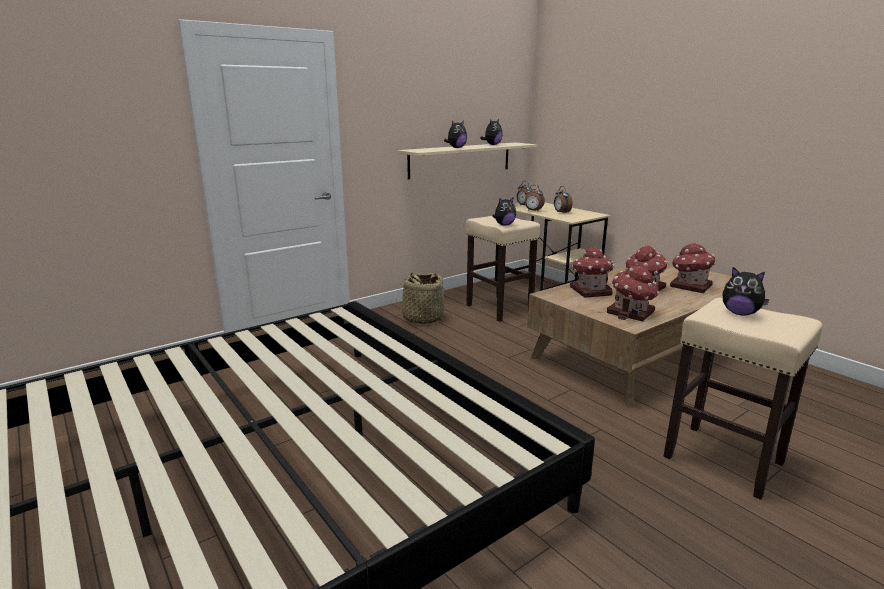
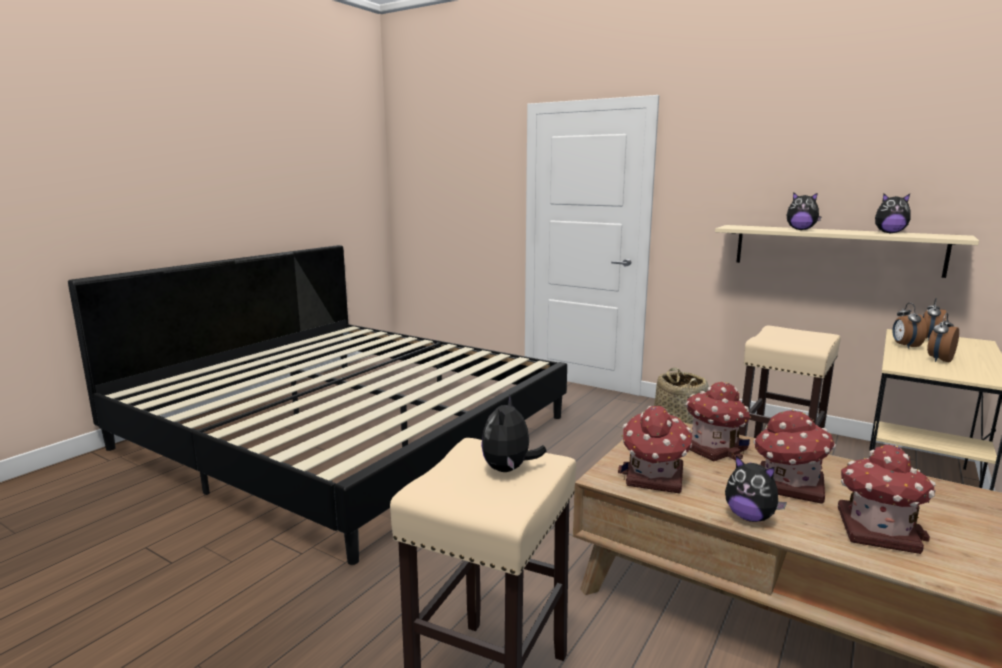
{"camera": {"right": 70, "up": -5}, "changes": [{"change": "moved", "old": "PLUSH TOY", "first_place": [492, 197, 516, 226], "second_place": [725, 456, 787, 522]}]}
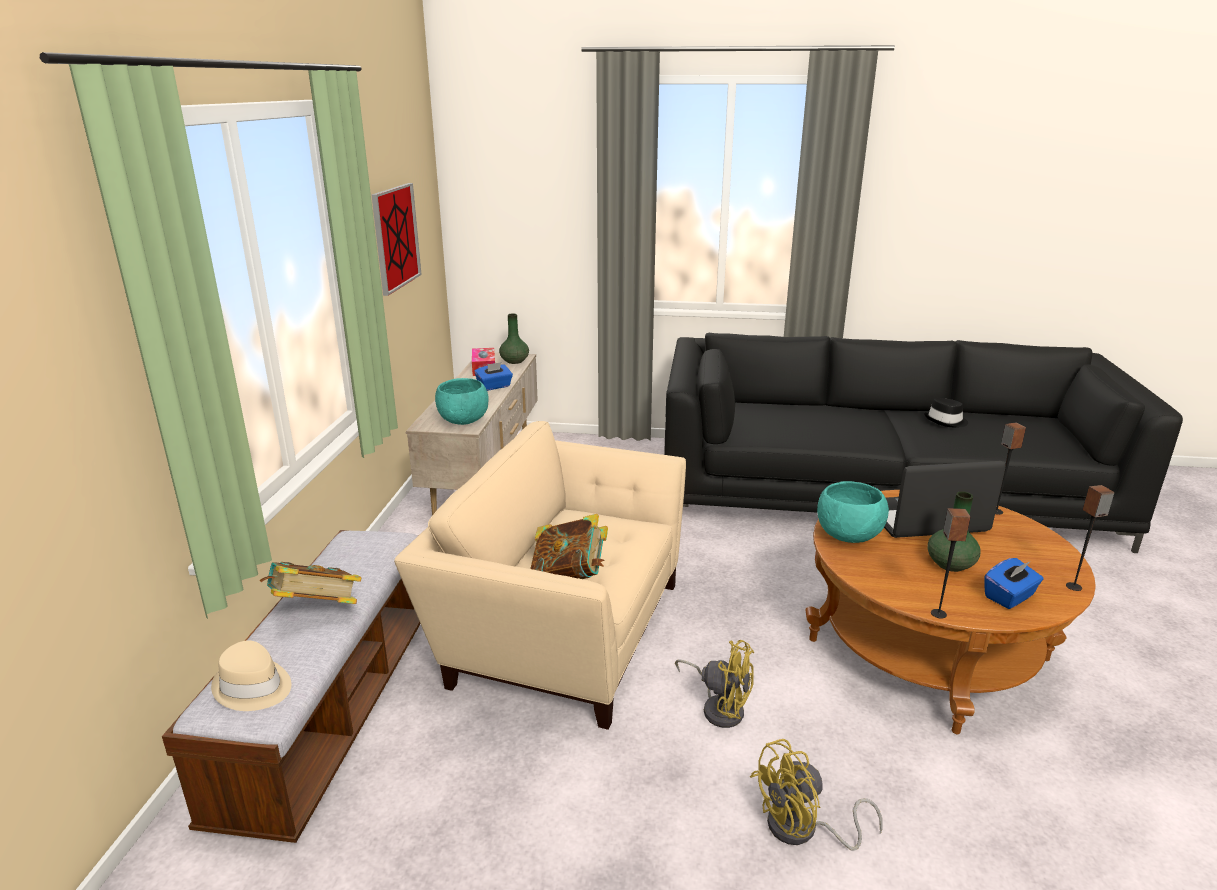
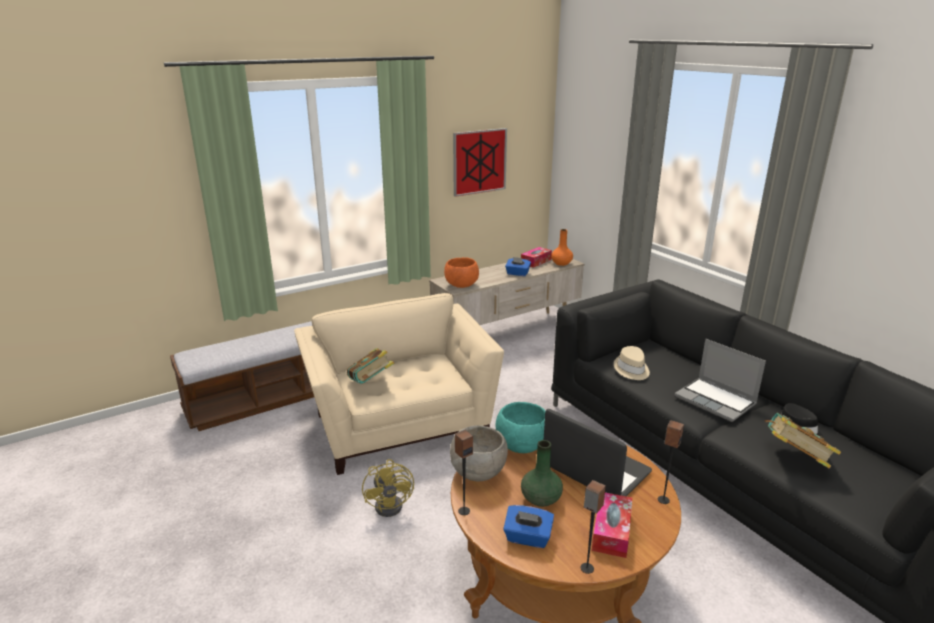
{"camera": {"right": 50, "up": 0}, "changes": [{"change": "recoloured", "old": "BLUE-GREEN SERVING BOWL", "new": "ORANGE-COLOURED SERVING BOWL", "first_place": [435, 378, 489, 425], "second_place": [444, 257, 479, 288]}, {"change": "added", "new": "GREY SERVING BOWL", "second_place": [450, 425, 508, 482]}, {"change": "recoloured", "old": "GREEN-COLOURED VASE", "new": "ORANGE-COLOURED VASE", "first_place": [499, 314, 529, 364], "second_place": [551, 229, 573, 266]}, {"change": "added", "new": "BOX OF TISSUES", "second_place": [592, 492, 633, 558]}, {"change": "moved", "old": "BEIGE CLOTHING HAT", "first_place": [211, 640, 291, 711], "second_place": [614, 346, 650, 380]}, {"change": "added", "new": "LAPTOP", "second_place": [675, 339, 766, 422]}, {"change": "moved", "old": "VOLUME", "first_place": [260, 562, 362, 604], "second_place": [765, 413, 841, 468]}, {"change": "removed", "old": "YELLOW ELECTRIC FAN", "first_place": [750, 739, 883, 851]}]}
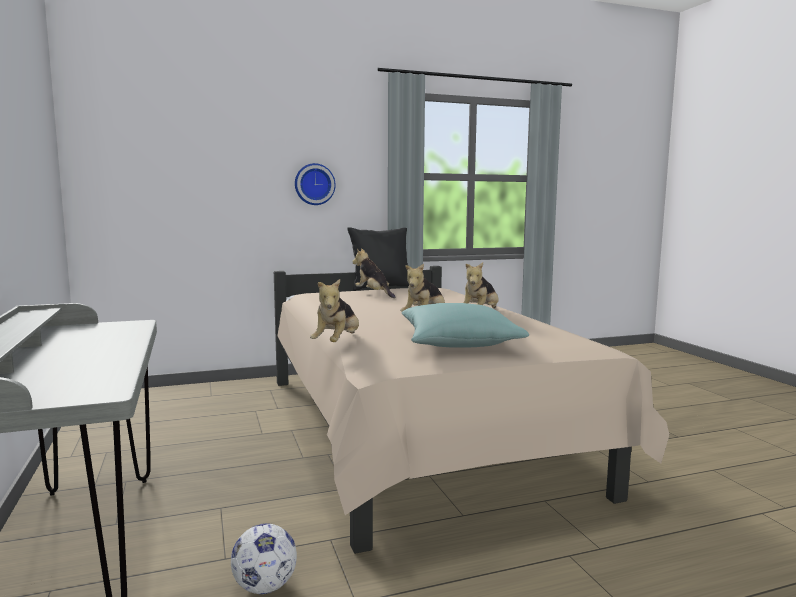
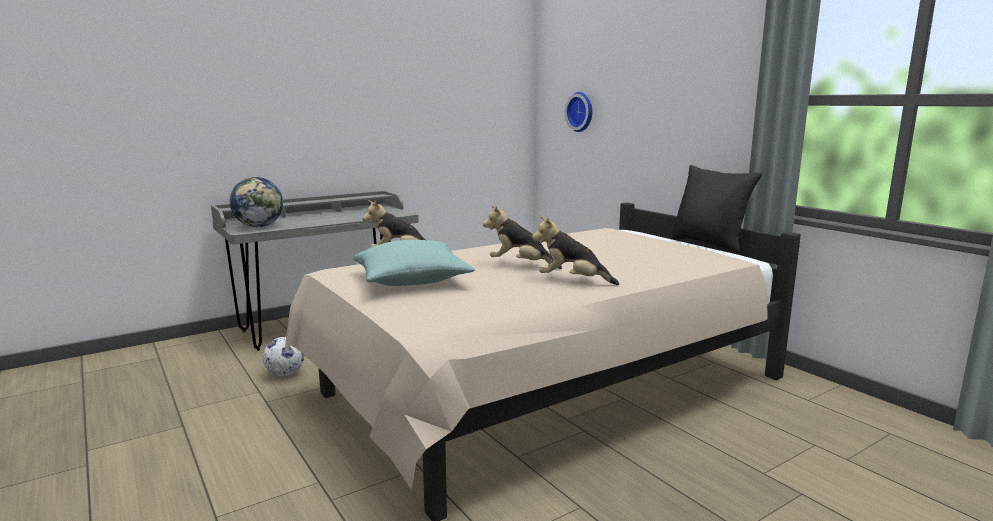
{"camera": {"right": 75, "up": 5}, "changes": [{"change": "added", "new": "WORLD GLOBE", "second_place": [230, 177, 283, 227]}, {"change": "moved", "old": "WALL CLOCK", "first_place": [295, 163, 336, 205], "second_place": [565, 92, 593, 132]}, {"change": "removed", "old": "PLUSH TOY", "first_place": [352, 248, 395, 298]}]}
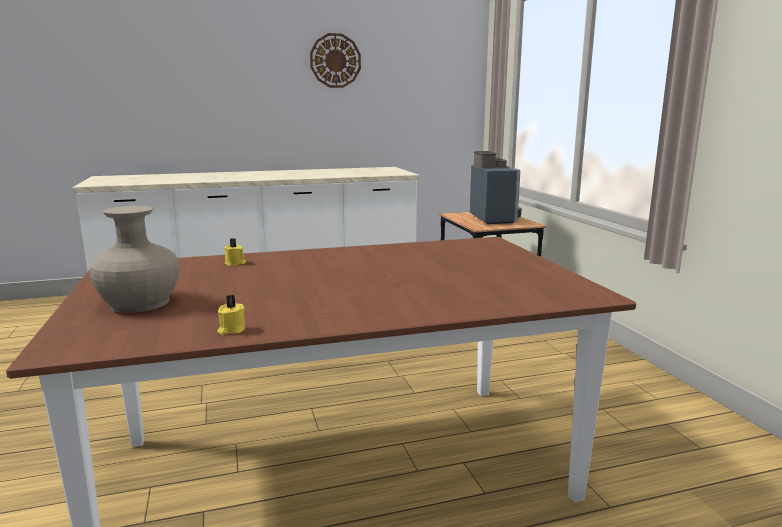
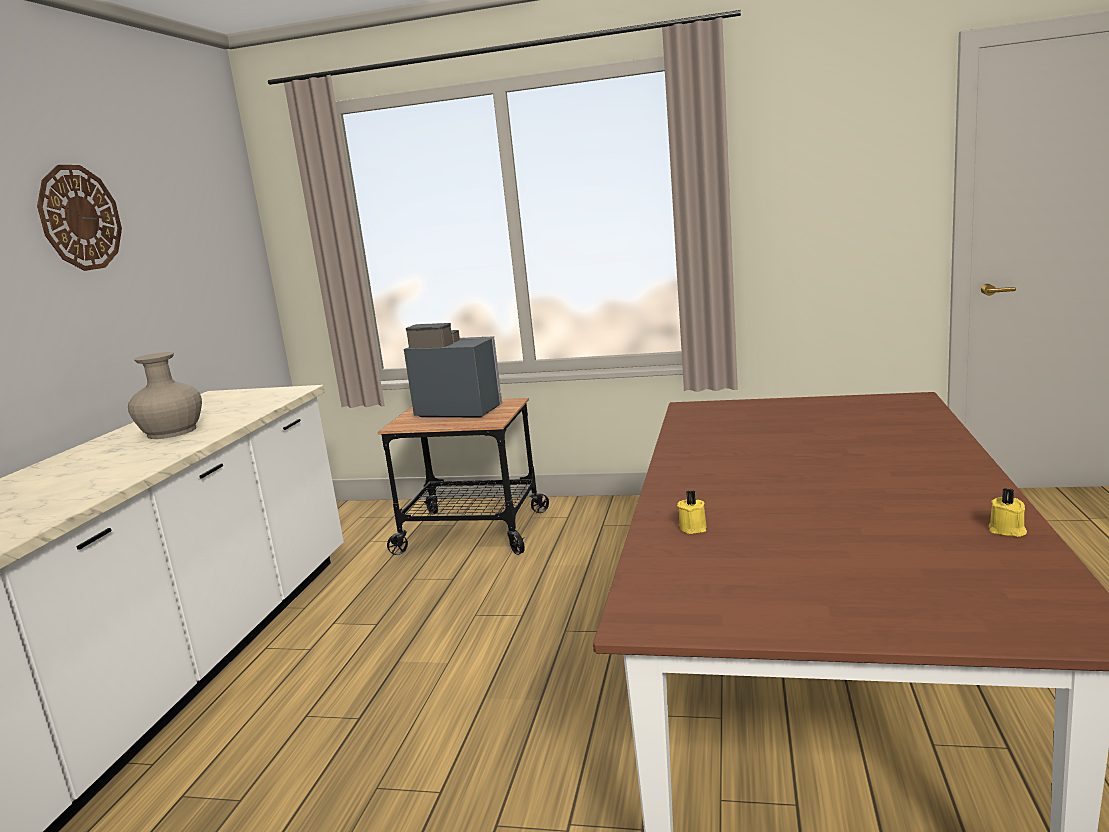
{"camera": {"right": -60, "up": 0}, "changes": [{"change": "moved", "old": "BEIGE VASE", "first_place": [90, 206, 180, 313], "second_place": [128, 352, 202, 439]}]}
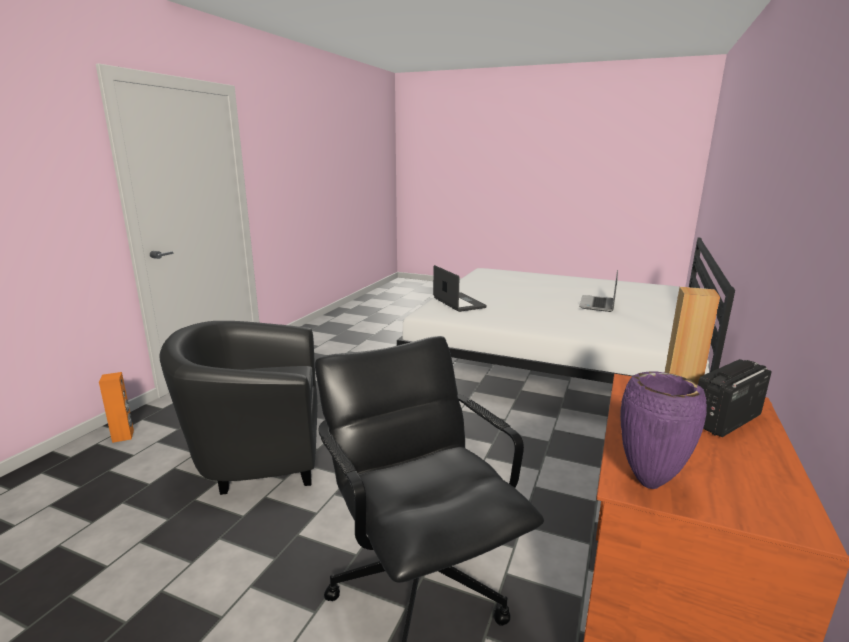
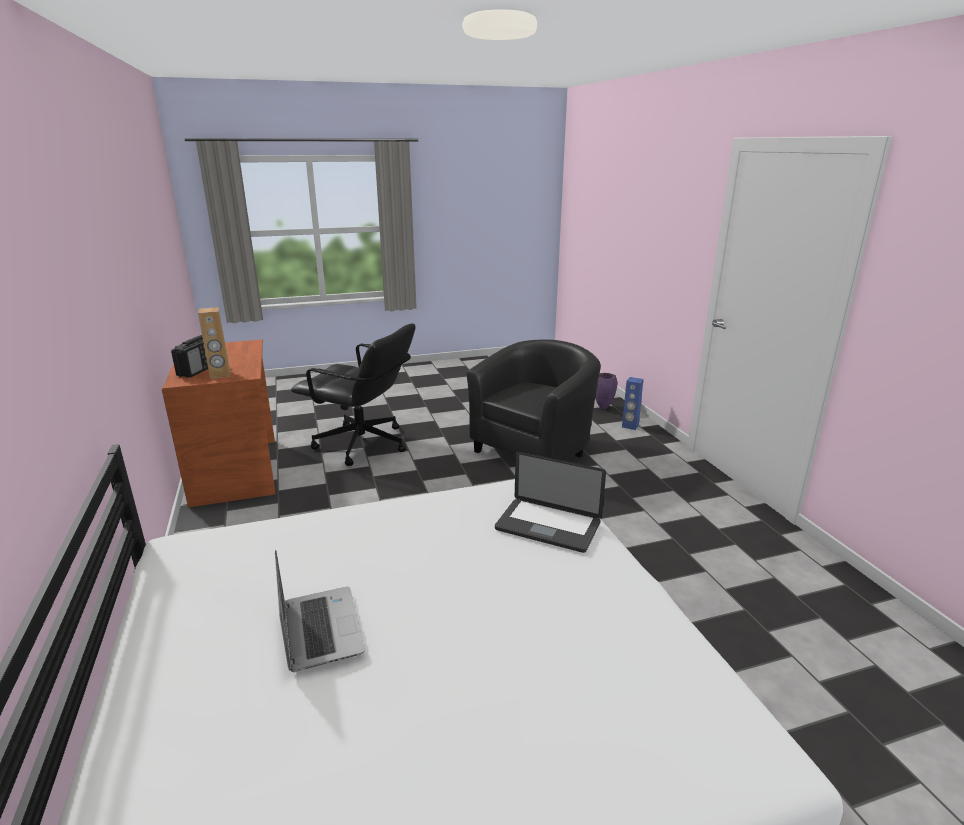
{"camera": {"right": 140, "up": 5}, "changes": [{"change": "moved", "old": "PURPLISH VASE", "first_place": [620, 372, 707, 489], "second_place": [595, 373, 617, 409]}, {"change": "recoloured", "old": "ORANGE-COLOURED SPEAKER", "new": "BLUE-COLOURED SPEAKER", "first_place": [99, 372, 134, 443], "second_place": [622, 377, 643, 430]}]}
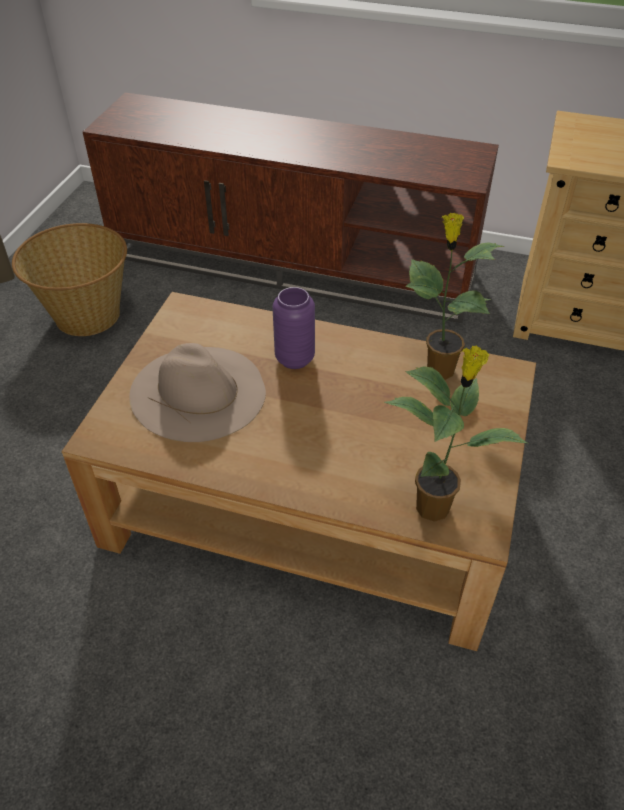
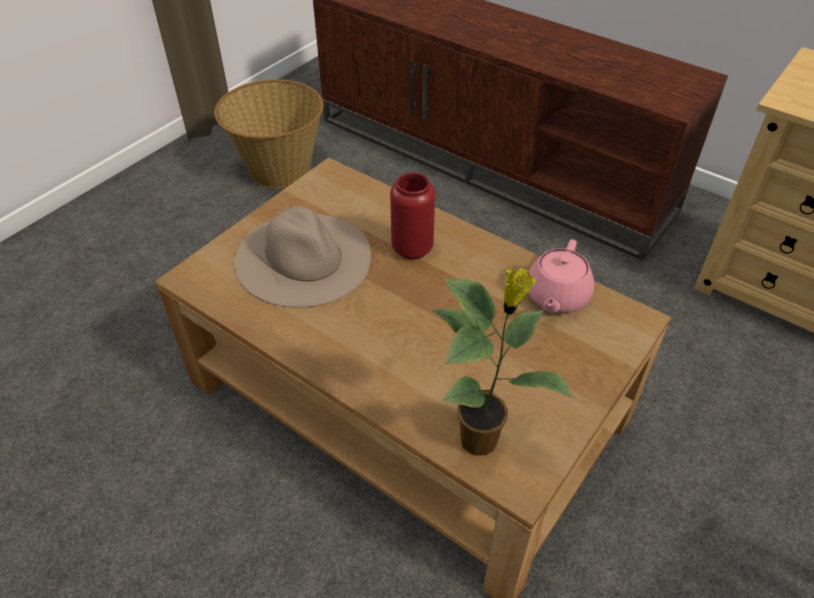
{"camera": {"right": 20, "up": 0}, "changes": [{"change": "recoloured", "old": "PURPLISH VASE", "new": "RED VASE", "first_place": [272, 287, 315, 369], "second_place": [390, 173, 435, 260]}, {"change": "replaced", "old": "POTTED PLANT", "new": "PINK-COLOURED POT FOR TEA", "first_place": [405, 213, 505, 380], "second_place": [528, 239, 595, 313]}]}
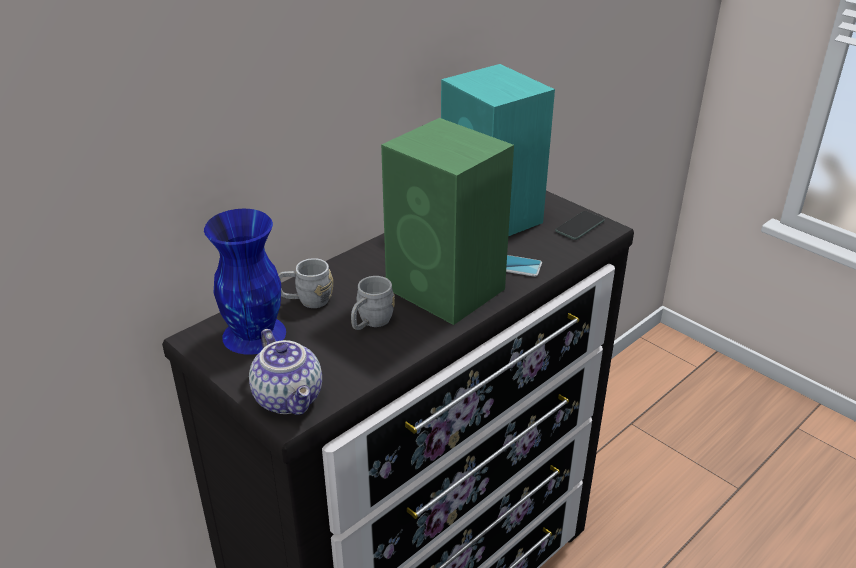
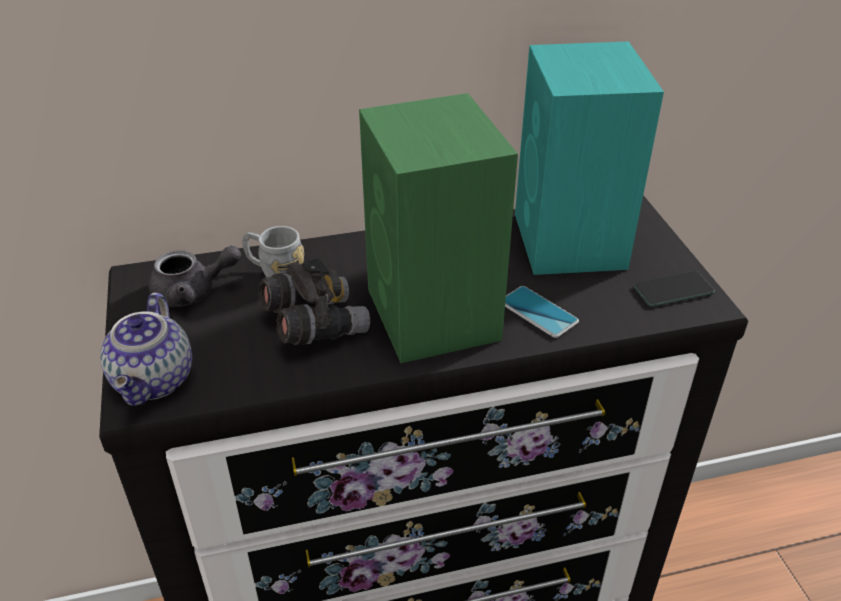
{"camera": {"right": 30, "up": 5}, "changes": [{"change": "replaced", "old": "BLUE-COLOURED VASE", "new": "GREY POT FOR TEA", "first_place": [204, 209, 286, 355], "second_place": [148, 246, 242, 307]}, {"change": "replaced", "old": "GREY TEA MUG", "new": "GREY BINOCULARS", "first_place": [351, 276, 395, 330], "second_place": [258, 258, 370, 345]}]}
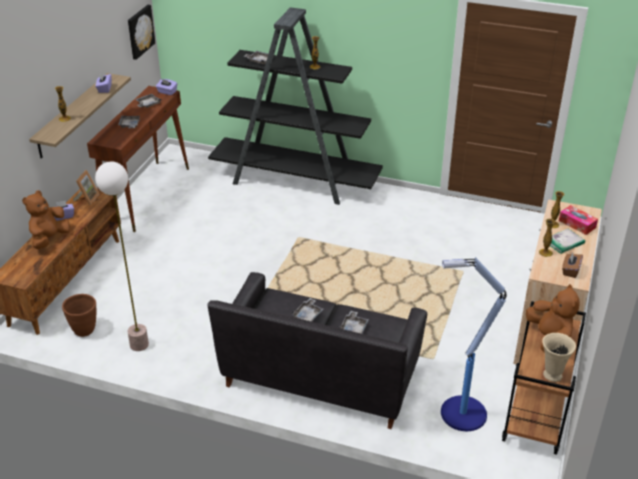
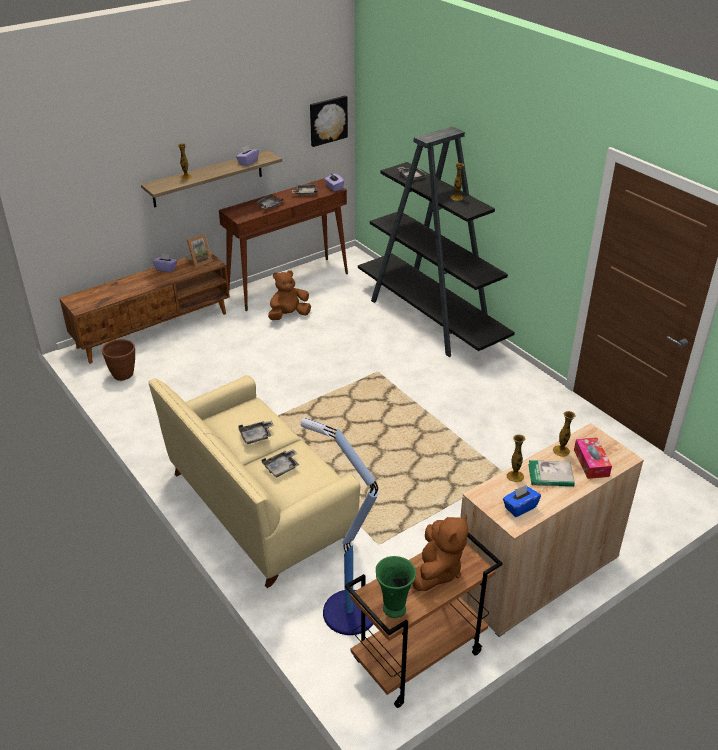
{"camera": {"right": 35, "up": 0}, "changes": [{"change": "recoloured", "old": "BLACK COUCH", "new": "BEIGE COUCH", "first_place": [207, 272, 427, 429], "second_place": [149, 375, 360, 588]}, {"change": "moved", "old": "BROWN PLUSH TOY", "first_place": [22, 190, 70, 249], "second_place": [268, 270, 311, 320]}, {"change": "recoloured", "old": "BEIGE VASE", "new": "GREEN-COLOURED VASE", "first_place": [542, 333, 576, 382], "second_place": [376, 556, 416, 618]}, {"change": "recoloured", "old": "BROWN BOX OF TISSUES", "new": "BLUE-COLOURED BOX OF TISSUES", "first_place": [562, 252, 583, 278], "second_place": [503, 485, 541, 517]}, {"change": "removed", "old": "STANDARD LAMP", "first_place": [95, 161, 149, 351]}]}
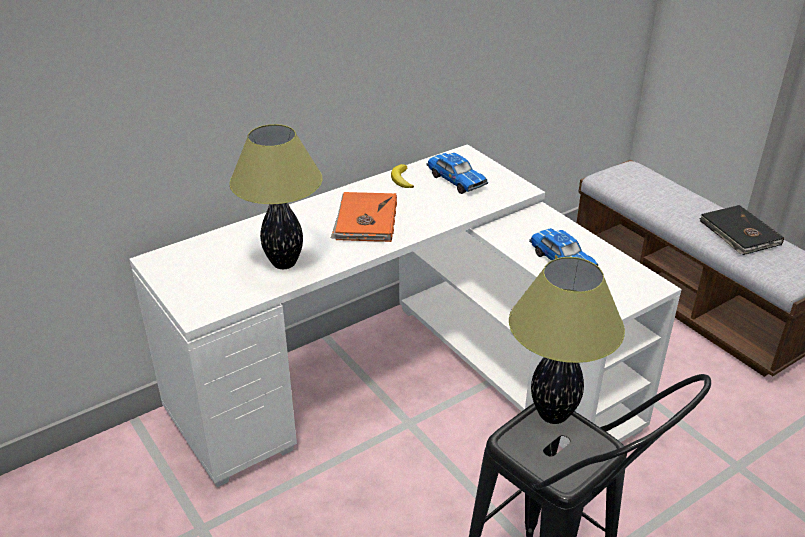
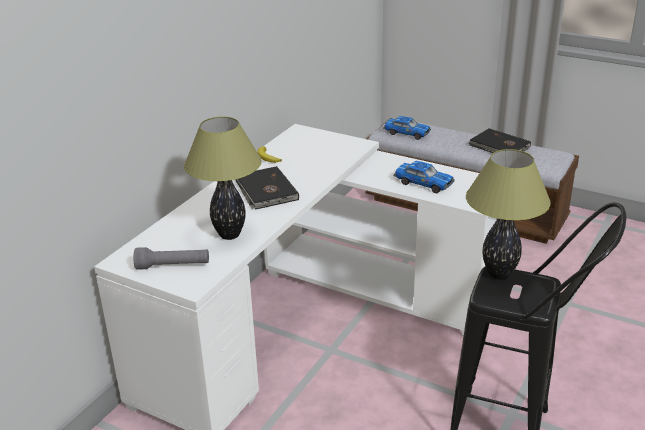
{"camera": {"right": -25, "up": -5}, "changes": [{"change": "added", "new": "GREY TORCH", "second_place": [133, 247, 209, 270]}, {"change": "recoloured", "old": "ORANGE-COLOURED VOLUME", "new": "BLACK VOLUME", "first_place": [331, 192, 397, 242], "second_place": [235, 166, 299, 210]}, {"change": "moved", "old": "MODEL CAR", "first_place": [426, 153, 488, 194], "second_place": [383, 116, 431, 140]}]}
